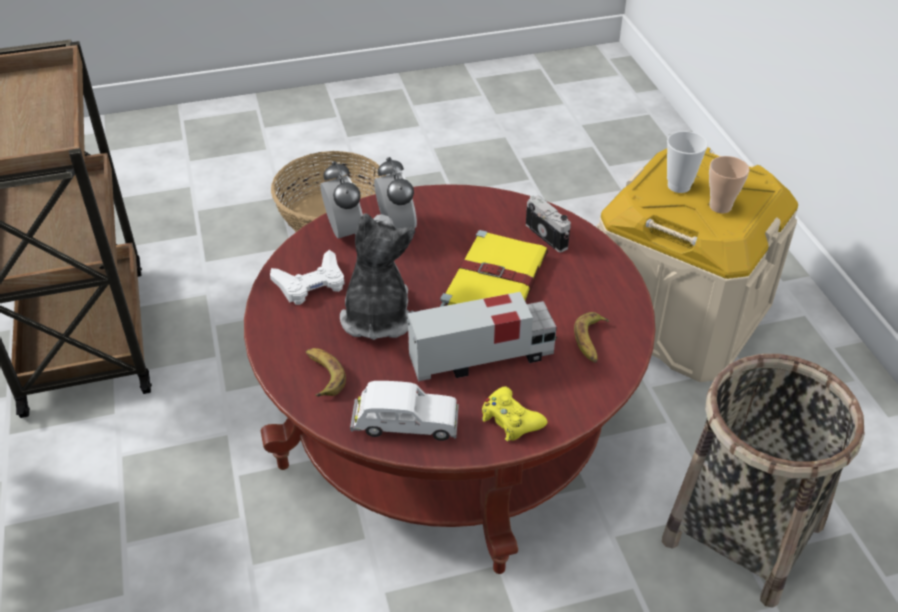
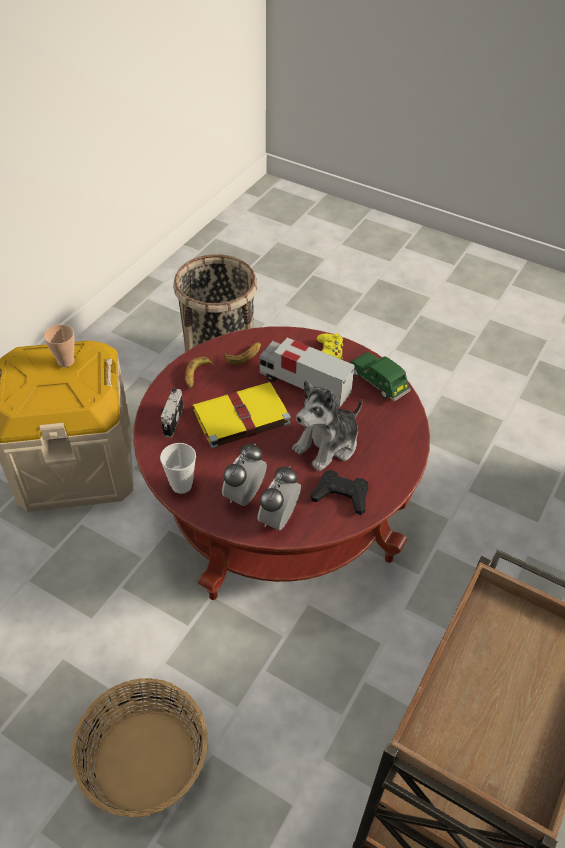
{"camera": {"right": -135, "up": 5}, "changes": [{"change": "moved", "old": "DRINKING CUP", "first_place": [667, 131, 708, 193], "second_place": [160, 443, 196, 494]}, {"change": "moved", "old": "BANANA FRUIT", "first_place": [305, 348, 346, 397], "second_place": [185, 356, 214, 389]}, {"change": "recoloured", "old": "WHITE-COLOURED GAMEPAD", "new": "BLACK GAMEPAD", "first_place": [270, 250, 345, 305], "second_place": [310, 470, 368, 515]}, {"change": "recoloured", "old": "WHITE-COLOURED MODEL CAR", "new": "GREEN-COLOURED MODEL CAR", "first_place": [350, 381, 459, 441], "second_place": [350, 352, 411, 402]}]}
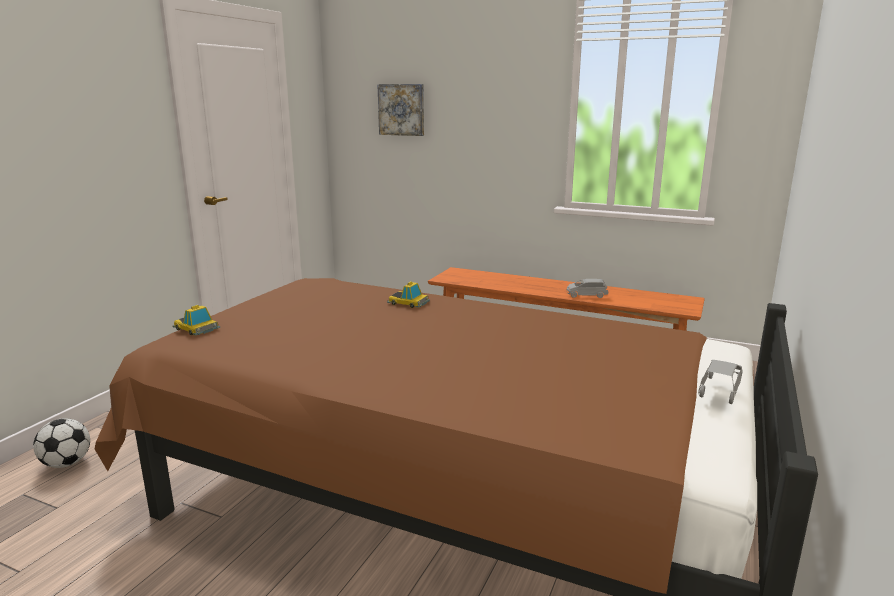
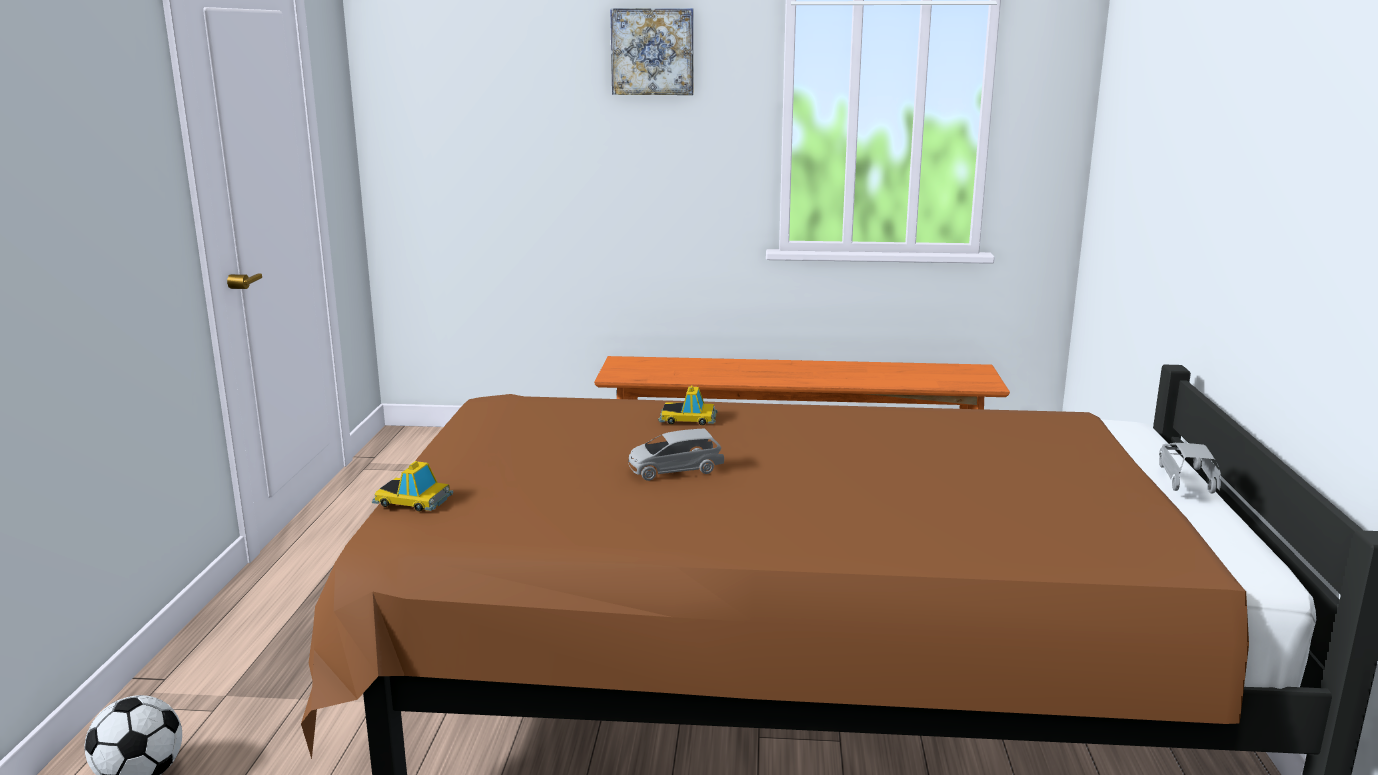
{"camera": {"right": -20, "up": 0}, "changes": [{"change": "moved", "old": "WALL PICTURE", "first_place": [377, 84, 424, 136], "second_place": [610, 8, 694, 95]}, {"change": "moved", "old": "GREY MODEL CAR", "first_place": [567, 279, 608, 298], "second_place": [628, 428, 724, 481]}]}
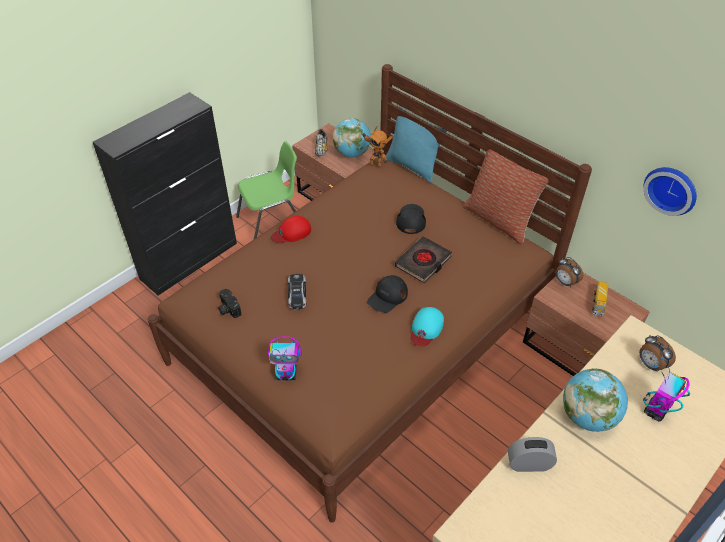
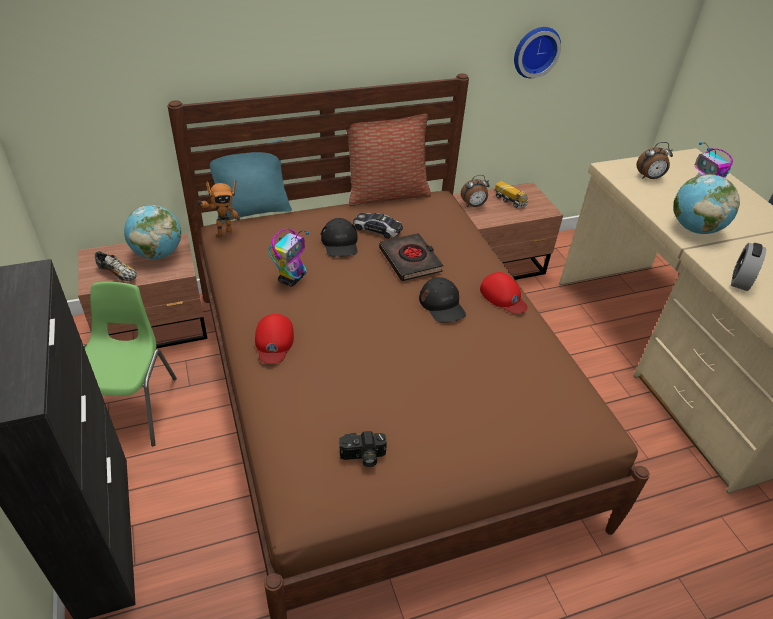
{"camera": {"right": -65, "up": -5}, "changes": [{"change": "moved", "old": "TOY ROBOT", "first_place": [267, 336, 302, 381], "second_place": [268, 229, 309, 286]}, {"change": "turned", "old": "BLACK BASEBALL CAP", "first_place": [396, 204, 426, 234], "second_place": [321, 218, 358, 257], "degrees": -135}, {"change": "moved", "old": "MODEL CAR", "first_place": [287, 274, 306, 309], "second_place": [353, 213, 403, 239]}, {"change": "recoloured", "old": "BLUE-GREEN BASEBALL CAP", "new": "RED BASEBALL CAP", "first_place": [411, 307, 444, 346], "second_place": [480, 272, 528, 314]}]}
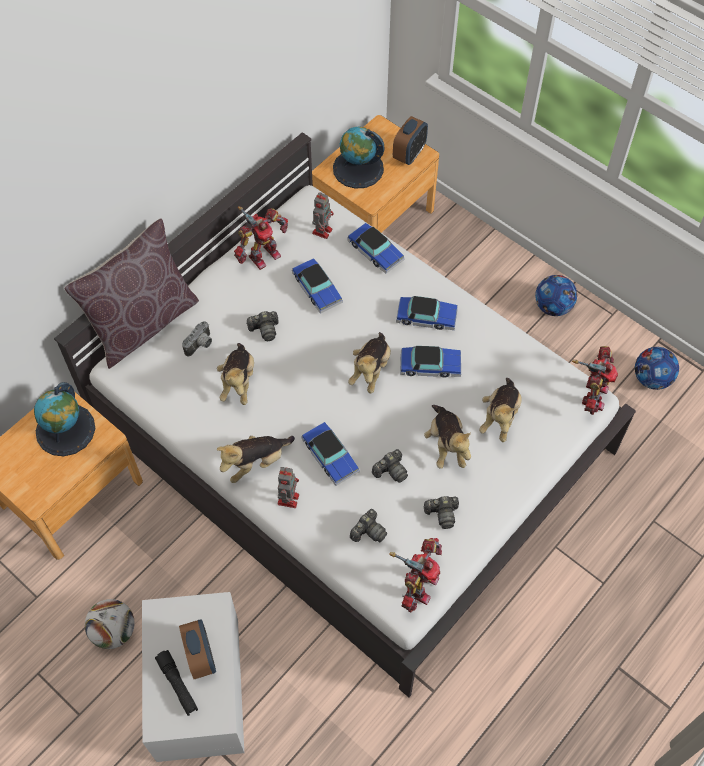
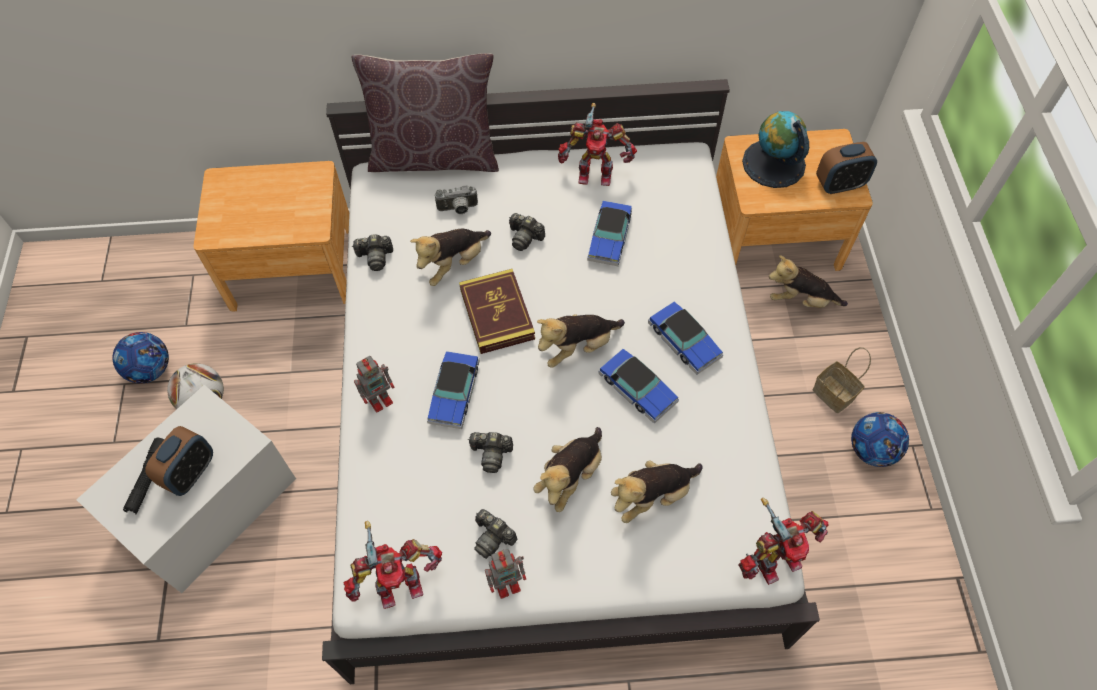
{"camera": {"right": 45, "up": 0}, "changes": [{"change": "moved", "old": "BALL FOR FOOTBALL", "first_place": [635, 347, 679, 390], "second_place": [112, 332, 169, 383]}, {"change": "moved", "old": "STILL CAMERA", "first_place": [350, 509, 387, 542], "second_place": [352, 234, 393, 271]}, {"change": "added", "new": "VOLUME", "second_place": [459, 269, 535, 354]}, {"change": "moved", "old": "TOY ROBOT", "first_place": [312, 192, 334, 239], "second_place": [485, 549, 526, 599]}, {"change": "moved", "old": "PLUSH TOY", "first_place": [216, 436, 295, 483], "second_place": [769, 255, 848, 308]}, {"change": "added", "new": "STORAGE BASKET", "second_place": [813, 347, 871, 413]}, {"change": "removed", "old": "WORLD GLOBE", "first_place": [34, 382, 95, 456]}, {"change": "removed", "old": "MODEL CAR", "first_place": [347, 223, 405, 274]}]}
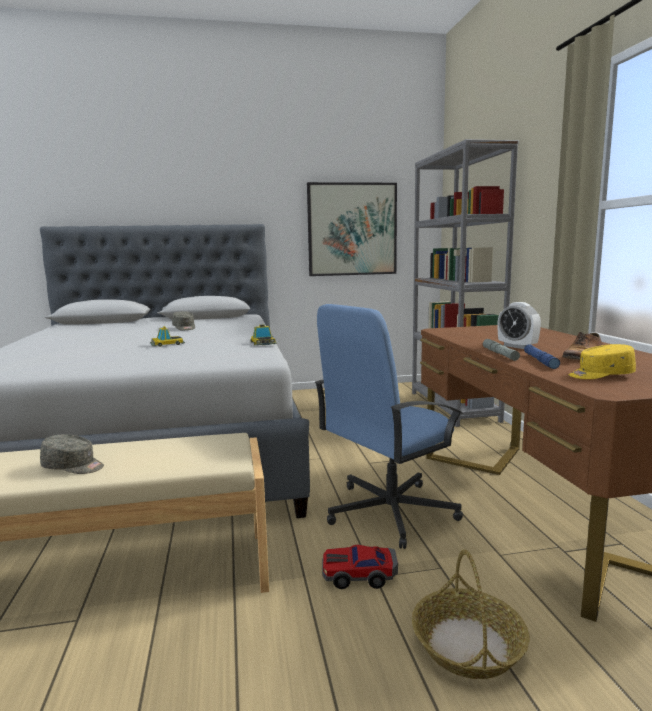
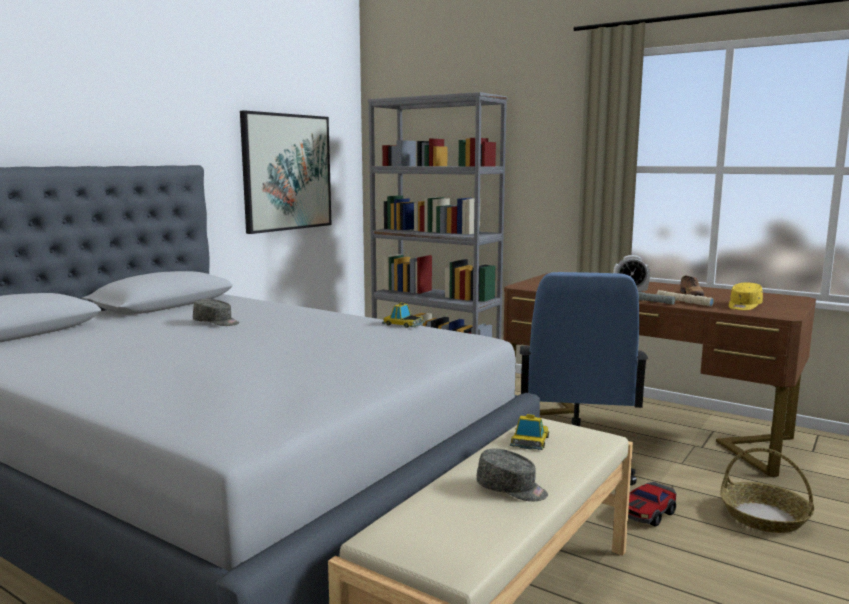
{"camera": {"right": -45, "up": 0}, "changes": [{"change": "turned", "old": "GREY BASEBALL CAP", "first_place": [40, 434, 104, 474], "second_place": [477, 448, 548, 501], "degrees": 60}, {"change": "moved", "old": "MODEL CAR", "first_place": [150, 326, 185, 347], "second_place": [510, 414, 550, 450]}, {"change": "recoloured", "old": "BLUE-COLOURED TORCH", "new": "BEIGE TORCH", "first_place": [524, 344, 560, 369], "second_place": [657, 290, 714, 306]}]}
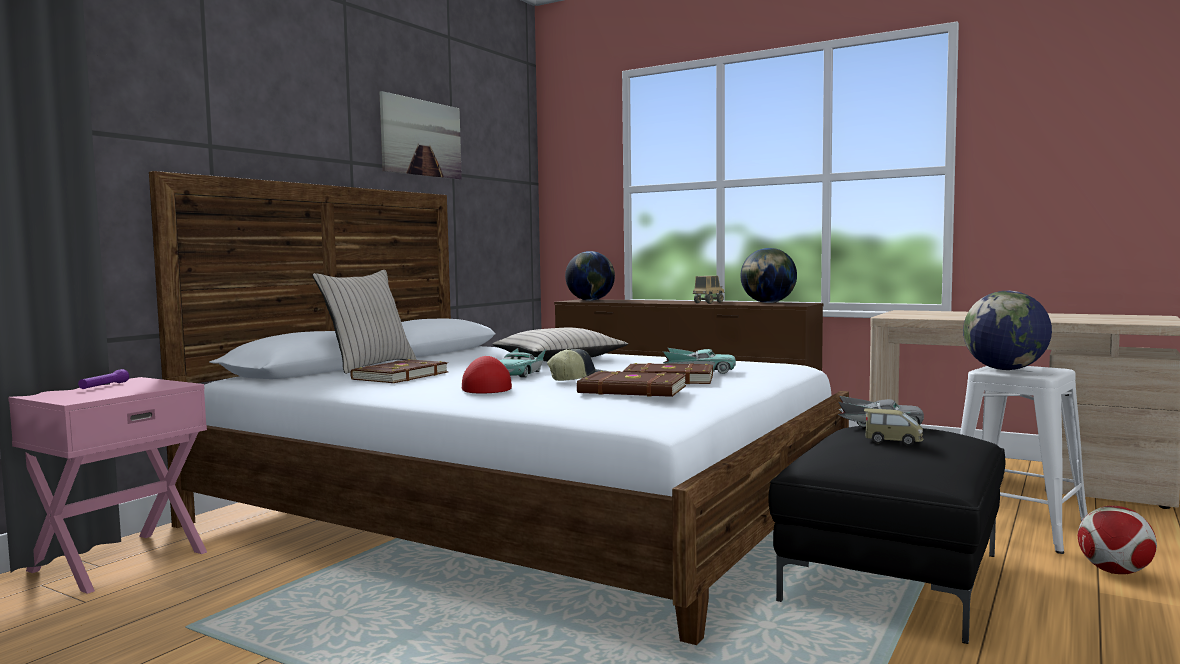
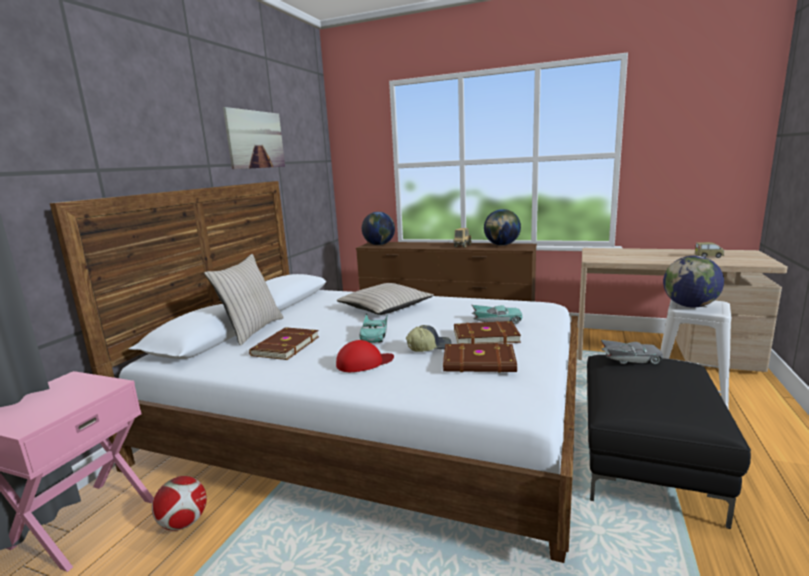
{"camera": {"right": -10, "up": 10}, "changes": [{"change": "moved", "old": "BALL FOR FOOTBALL", "first_place": [1078, 506, 1157, 574], "second_place": [152, 476, 207, 530]}, {"change": "turned", "old": "RED BASEBALL CAP", "first_place": [462, 356, 512, 393], "second_place": [336, 340, 394, 372], "degrees": 90}, {"change": "moved", "old": "MODEL CAR", "first_place": [864, 408, 924, 446], "second_place": [695, 242, 724, 258]}, {"change": "removed", "old": "PURPLISH TORCH", "first_place": [78, 369, 129, 389]}]}
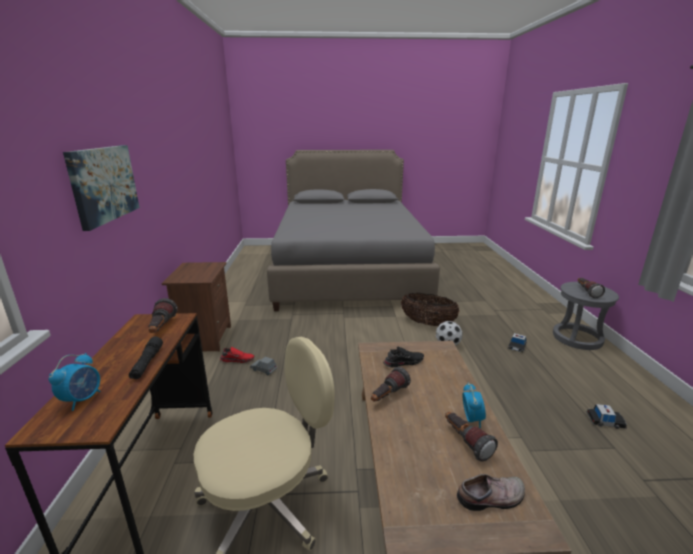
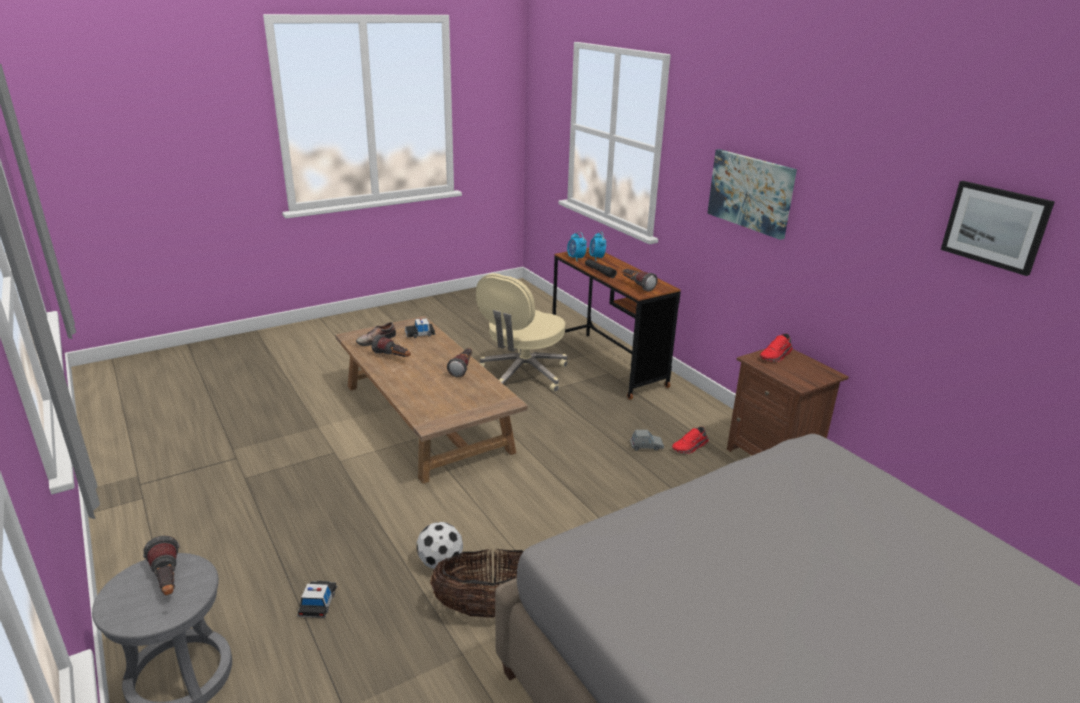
{"camera": {"right": 150, "up": 5}, "changes": [{"change": "moved", "old": "MODEL CAR", "first_place": [586, 404, 627, 429], "second_place": [405, 318, 436, 338]}, {"change": "moved", "old": "ALARM CLOCK", "first_place": [462, 383, 486, 428], "second_place": [567, 232, 587, 261]}, {"change": "added", "new": "RED ITEM OF FOOTWEAR", "second_place": [760, 334, 793, 362]}, {"change": "added", "new": "WALL PICTURE", "second_place": [941, 181, 1055, 276]}, {"change": "removed", "old": "BLACK ITEM OF FOOTWEAR", "first_place": [383, 347, 424, 368]}]}
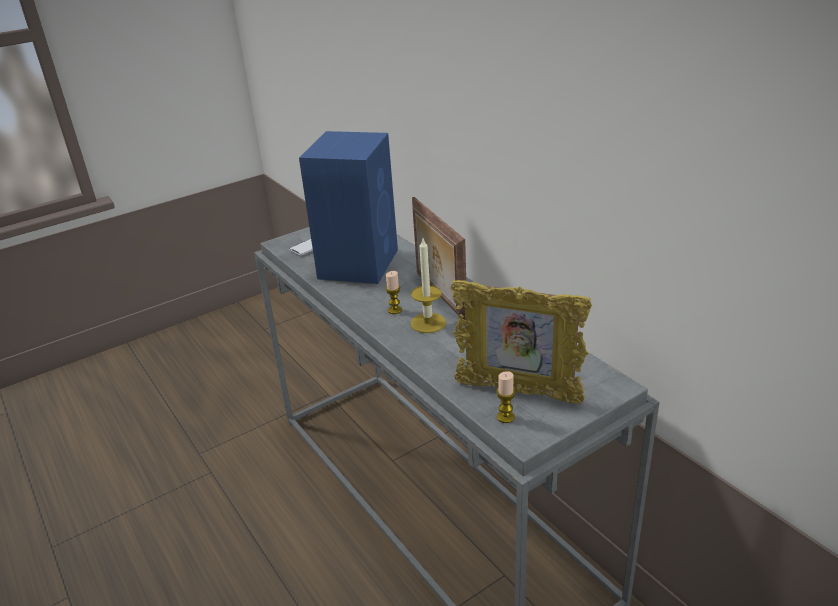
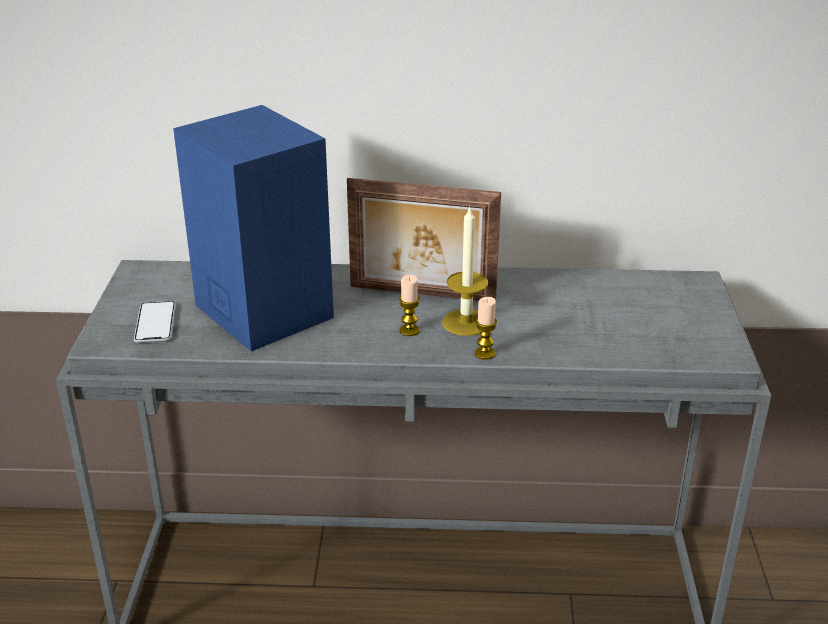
{"camera": {"right": -55, "up": 0}, "changes": [{"change": "moved", "old": "WAX CANDLE", "first_place": [497, 371, 515, 423], "second_place": [474, 297, 497, 360]}, {"change": "removed", "old": "PICTURE FRAME", "first_place": [451, 280, 592, 404]}]}
